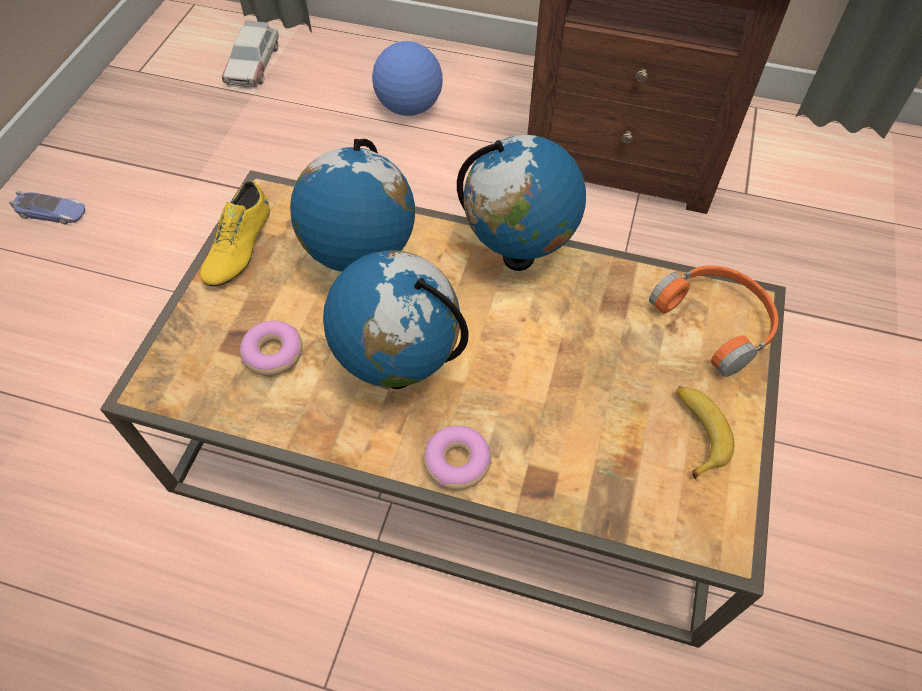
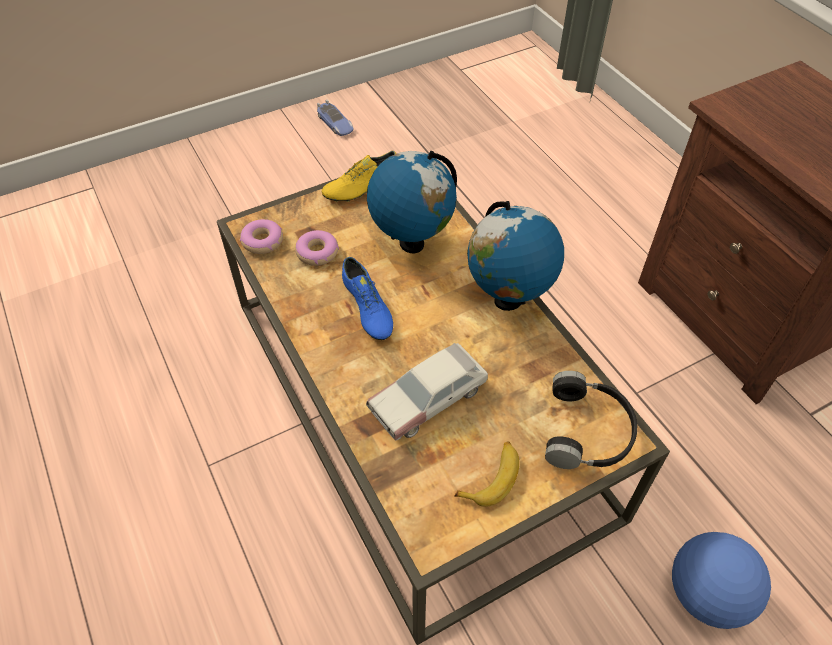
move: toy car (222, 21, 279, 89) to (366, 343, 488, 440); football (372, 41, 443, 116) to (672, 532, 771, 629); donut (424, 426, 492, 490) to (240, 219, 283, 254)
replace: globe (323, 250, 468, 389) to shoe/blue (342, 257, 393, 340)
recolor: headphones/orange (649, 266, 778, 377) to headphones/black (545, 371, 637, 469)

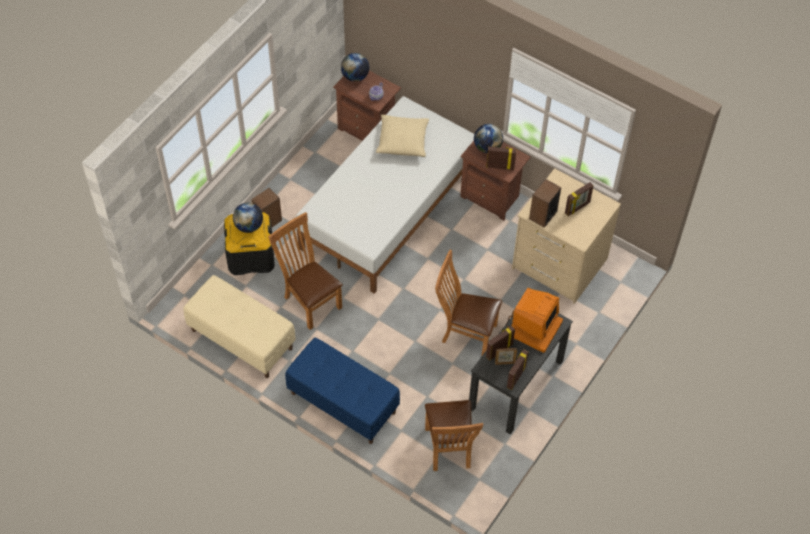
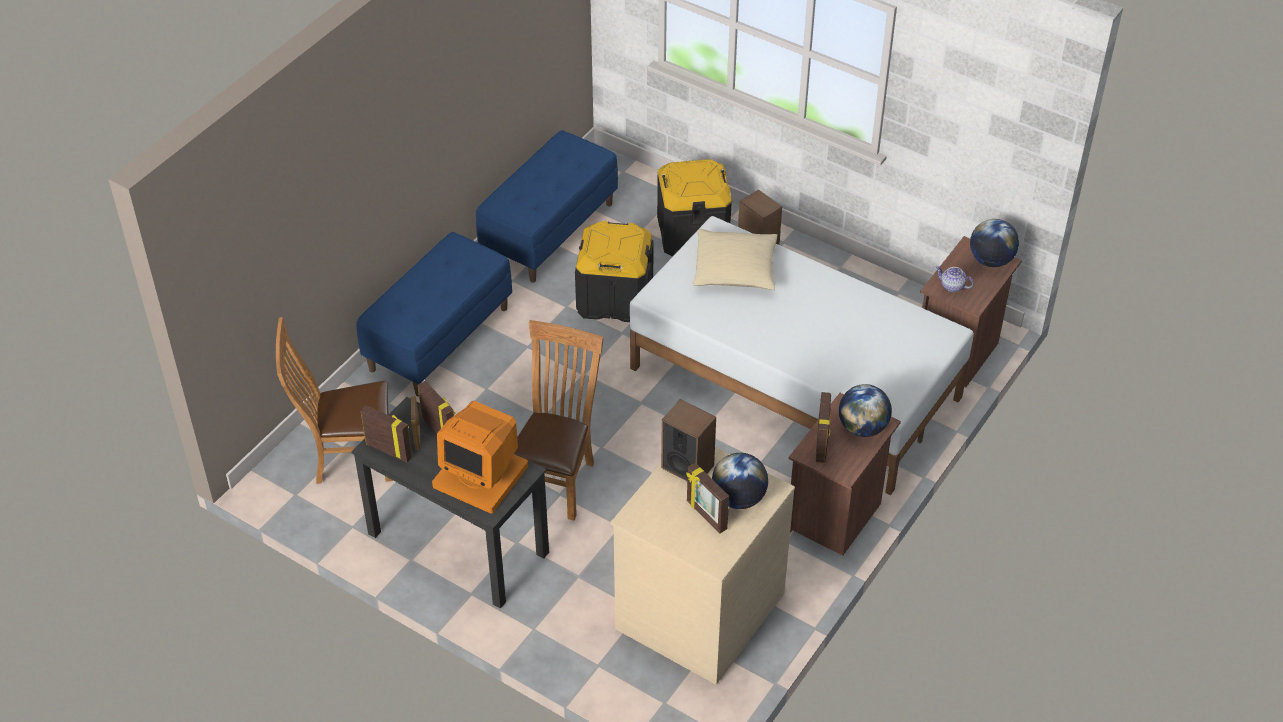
move: globe (233, 203, 263, 233) to (712, 453, 768, 509); pillow/beige (376, 115, 429, 157) to (693, 229, 777, 290)
replace: chair/brown (268, 212, 343, 330) to storage box/black (575, 221, 654, 322)
recolor: bench/beige (183, 275, 296, 378) to bench/blue (476, 130, 618, 283)

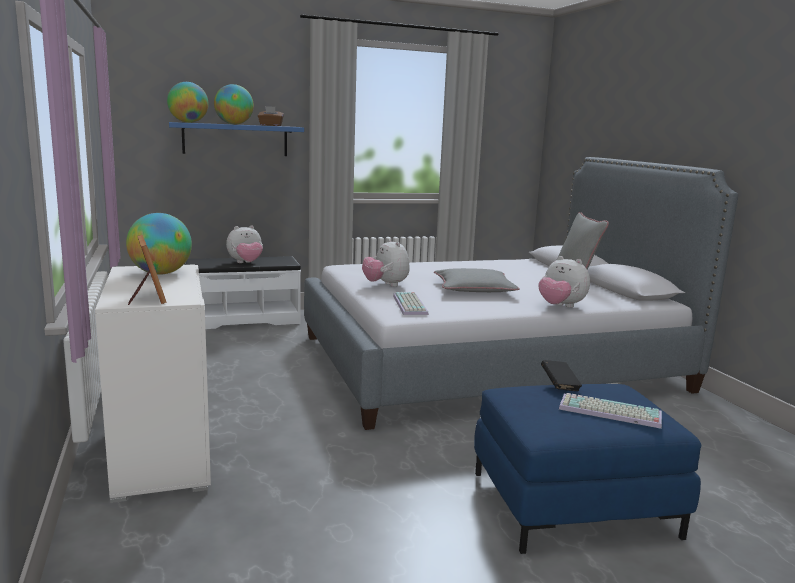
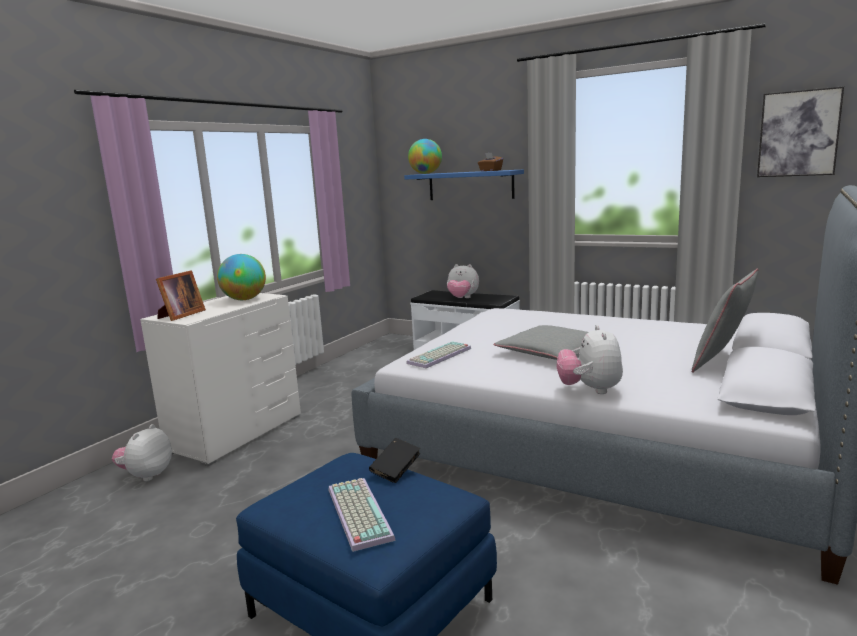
delete: globe (214, 84, 254, 124)
insert: picture (757, 86, 844, 177)
move: plush toy (362, 239, 410, 287) to (112, 424, 172, 481)

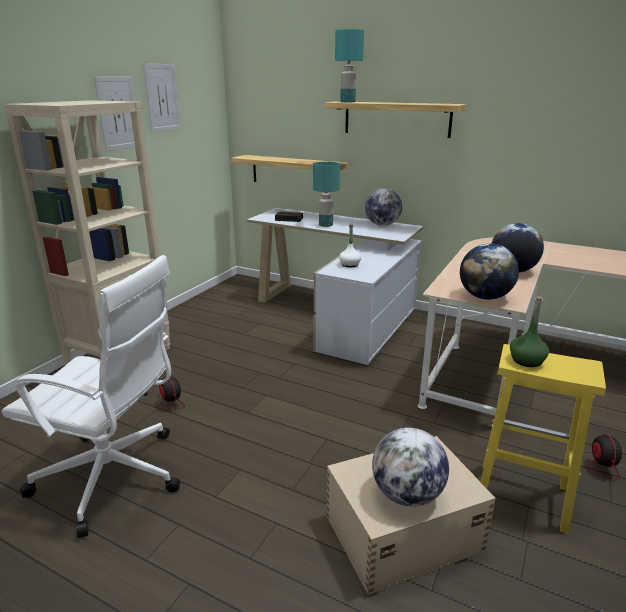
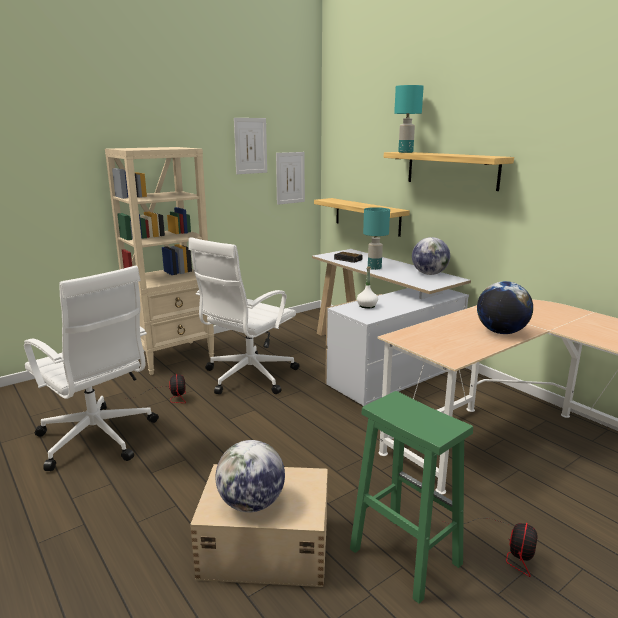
delete: globe (460, 243, 519, 300); bottle/green (510, 296, 549, 367)
insert: office chair/white (188, 237, 299, 394)
move: picture (94, 76, 135, 152) to (276, 152, 305, 205)
recolor: stool/yellow (481, 344, 606, 534) to stool/green (350, 391, 473, 604)

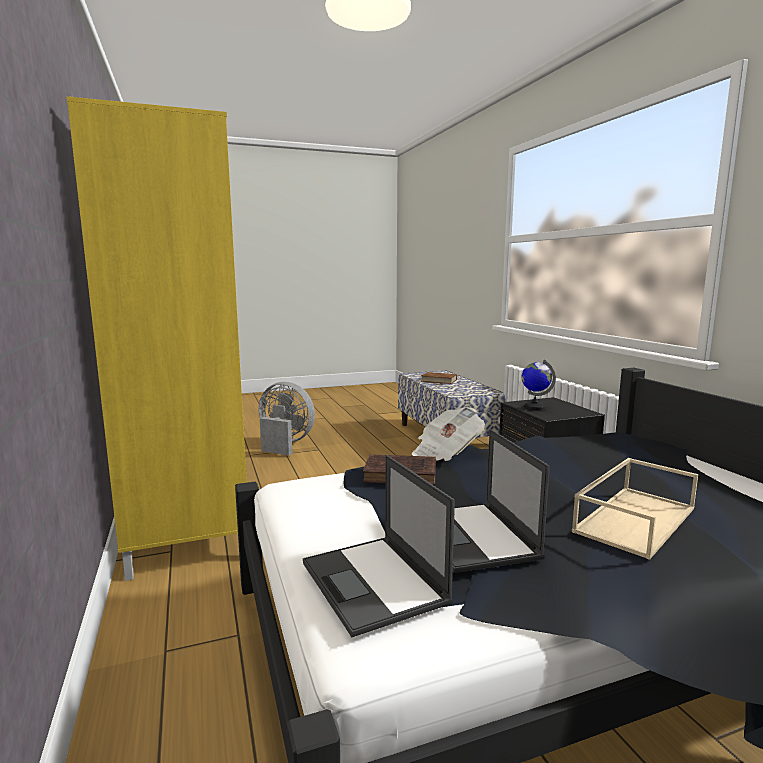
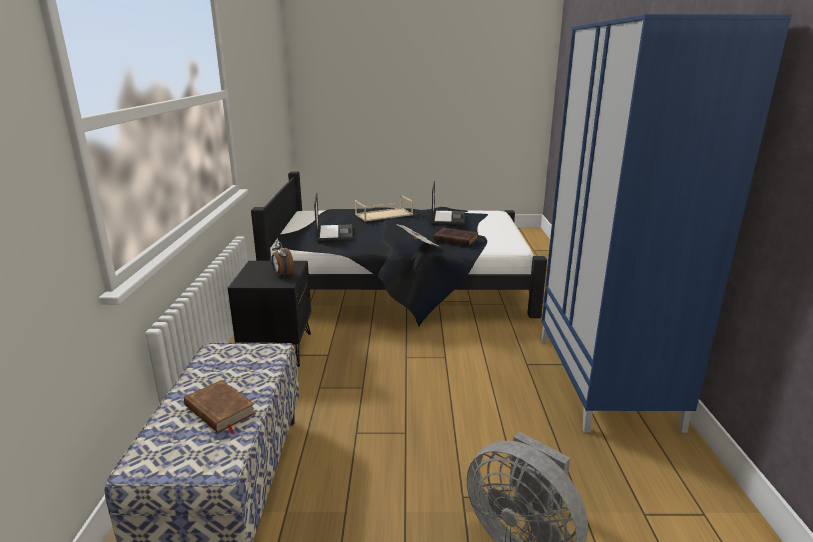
move: laptop (303, 455, 455, 637) to (314, 193, 353, 241)
replace: globe (521, 359, 556, 411) to alarm clock (271, 240, 294, 277)
recolor: wardrobe/yellow (67, 96, 247, 581) to wardrobe/blue (541, 14, 792, 433)

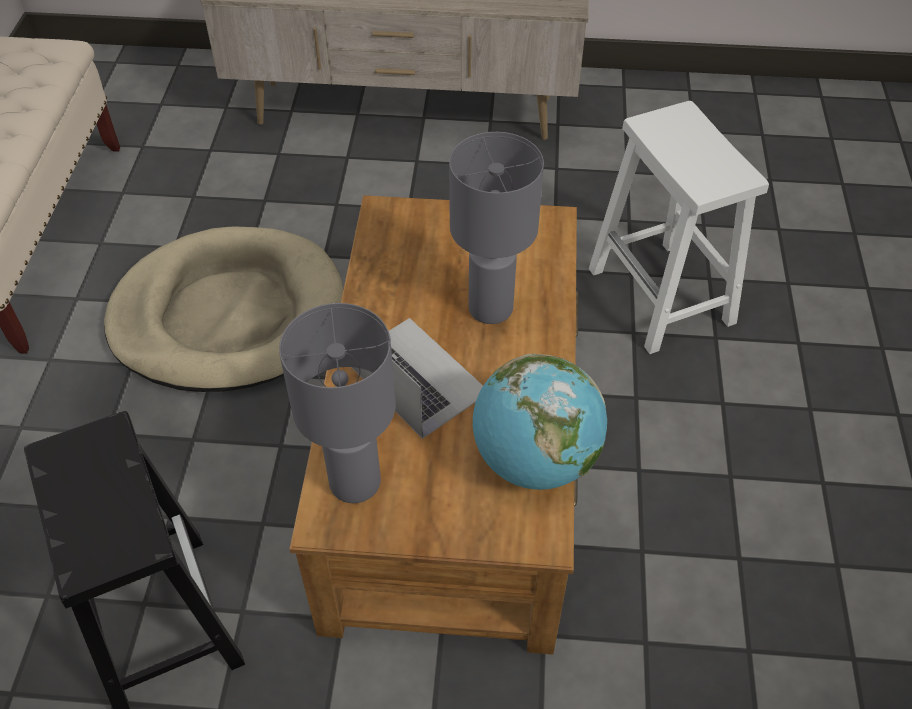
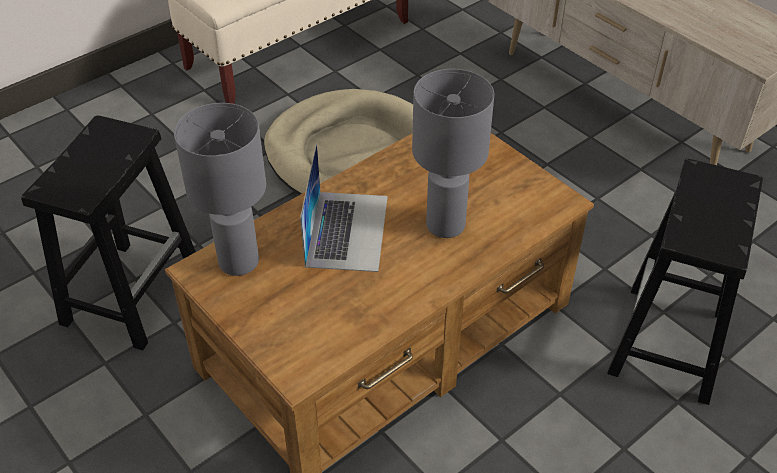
delete: globe (473, 353, 607, 490)
recolor: stool/white (589, 101, 769, 354) to stool/black (607, 159, 763, 405)

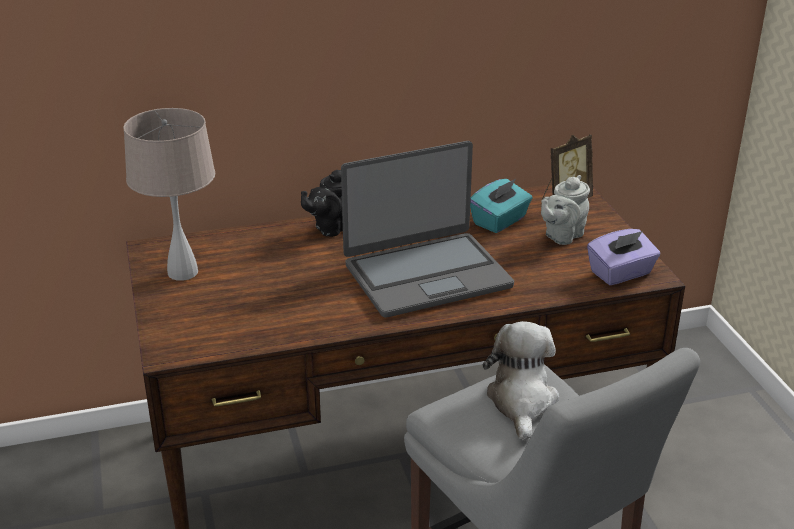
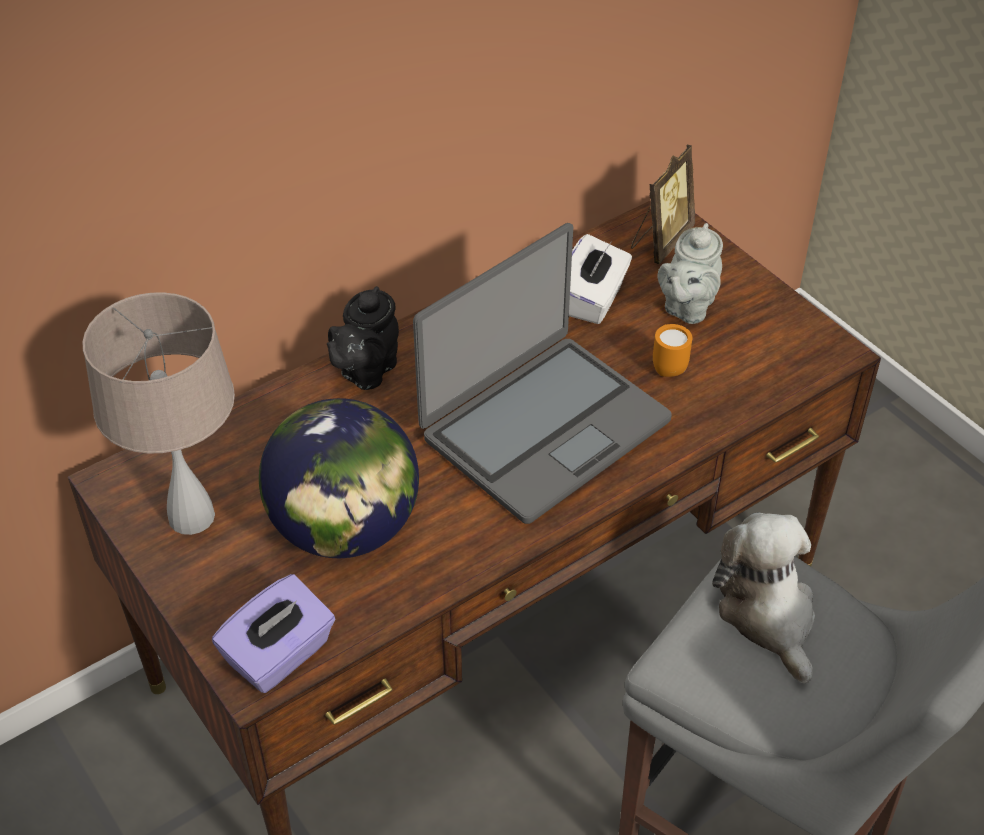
insert: globe (259, 398, 419, 558); mug/orange (653, 324, 692, 377)
move: tissue box/purple (587, 229, 660, 285) to (212, 574, 335, 693)
recolor: tissue box/turquoise (470, 179, 532, 233) to tissue box/white (569, 234, 632, 324)

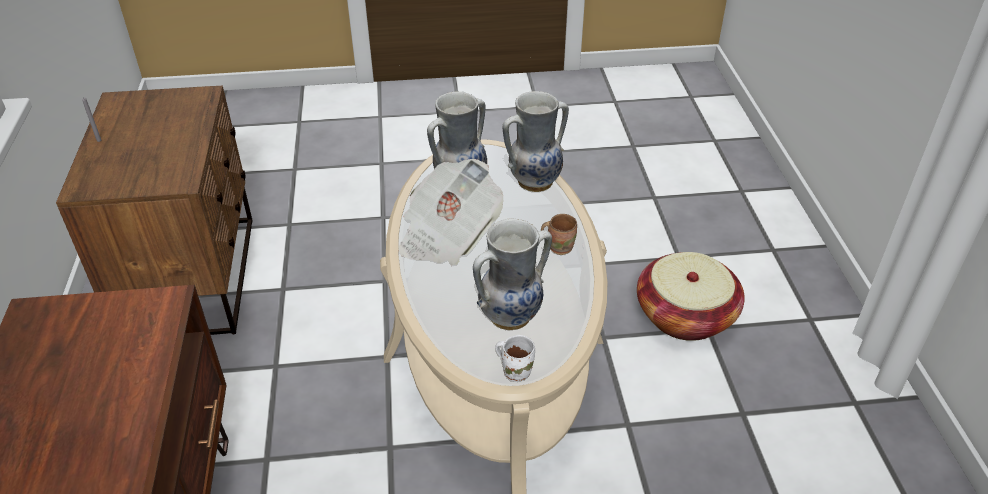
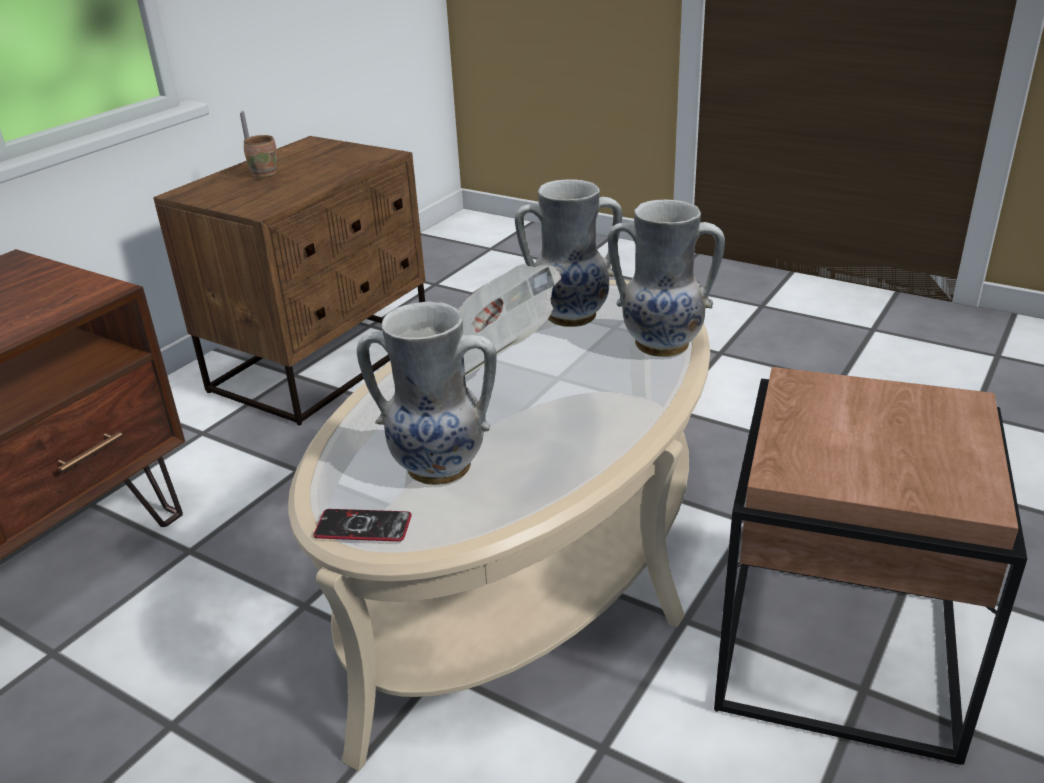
move: mug/brown (541, 214, 577, 255) to (244, 135, 277, 177)
replace: mug/white (495, 335, 535, 382) to phone (313, 509, 412, 541); basket (637, 252, 745, 341) to side table/brown (714, 367, 1027, 765)

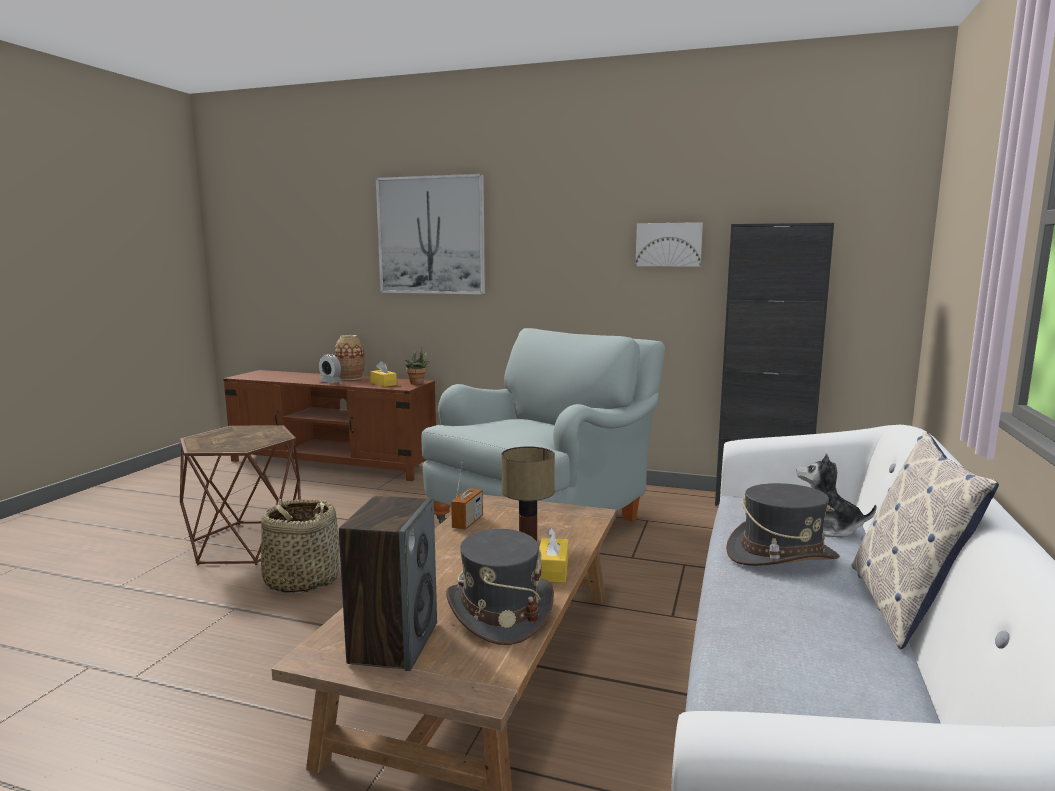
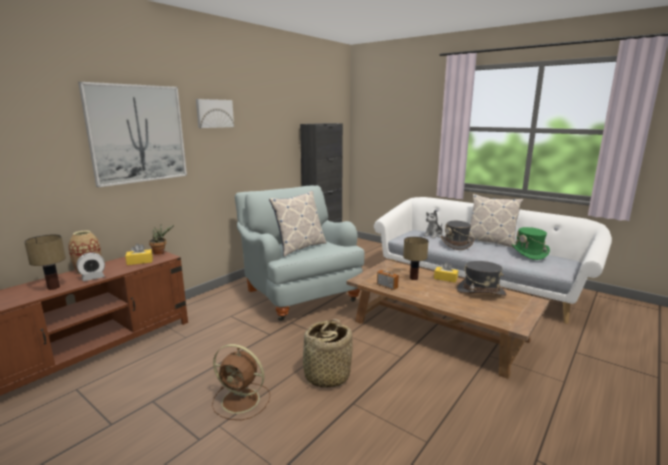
delete: speaker (339, 496, 437, 671)
insert: table lamp (24, 234, 66, 290); pillow (269, 191, 326, 257); hat/green (511, 227, 550, 260)
move: picture (636, 222, 703, 267) to (196, 99, 234, 128)
replace: side table/brown (180, 425, 301, 565) to fan/brown (212, 344, 270, 420)

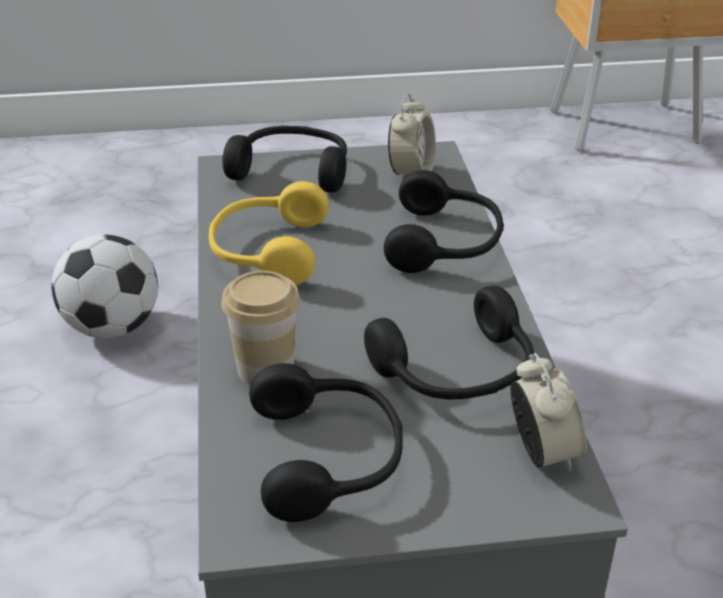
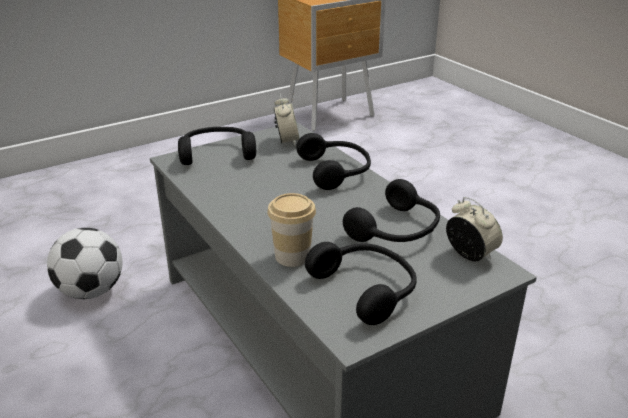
delete: headphones/yellow (209, 181, 329, 285)

